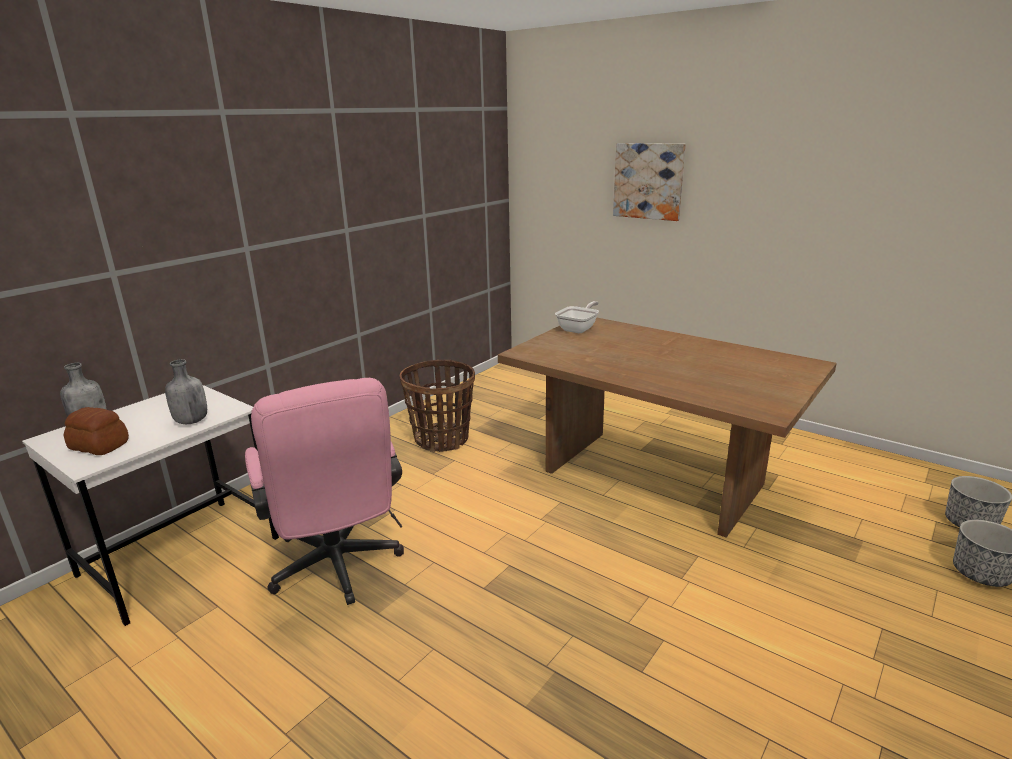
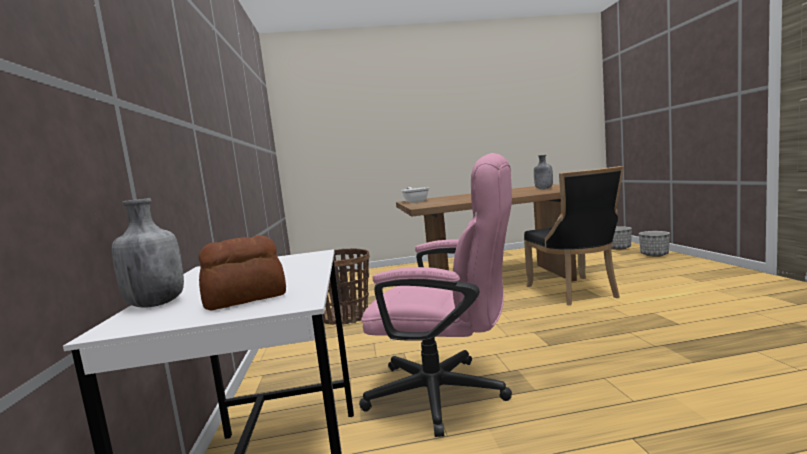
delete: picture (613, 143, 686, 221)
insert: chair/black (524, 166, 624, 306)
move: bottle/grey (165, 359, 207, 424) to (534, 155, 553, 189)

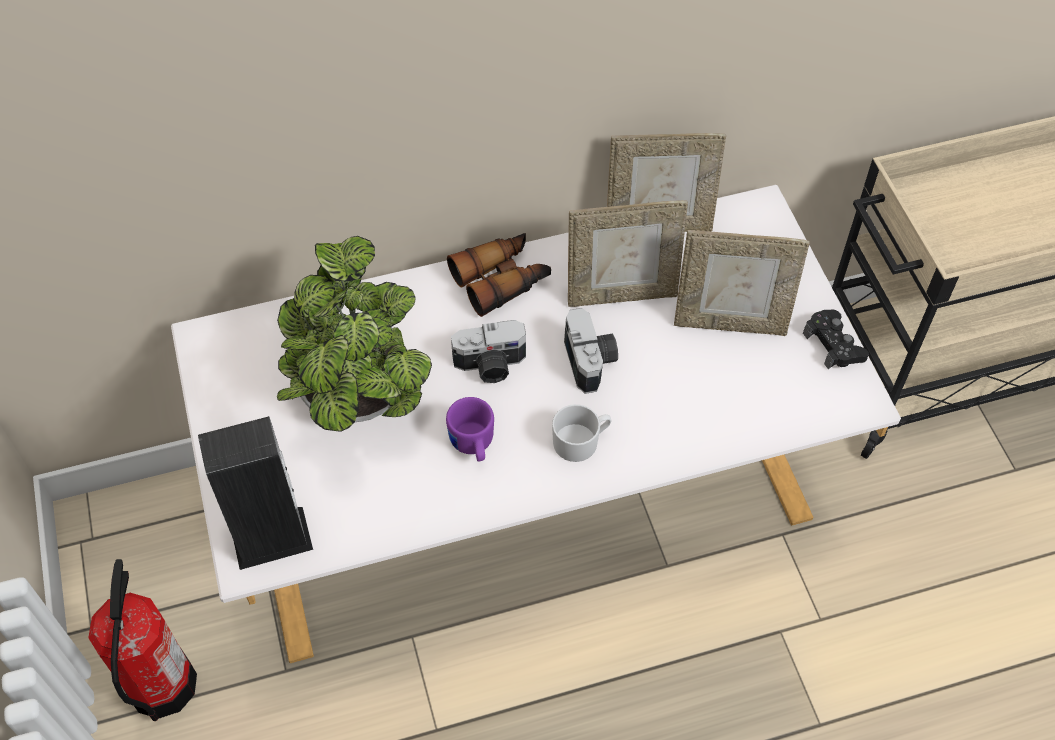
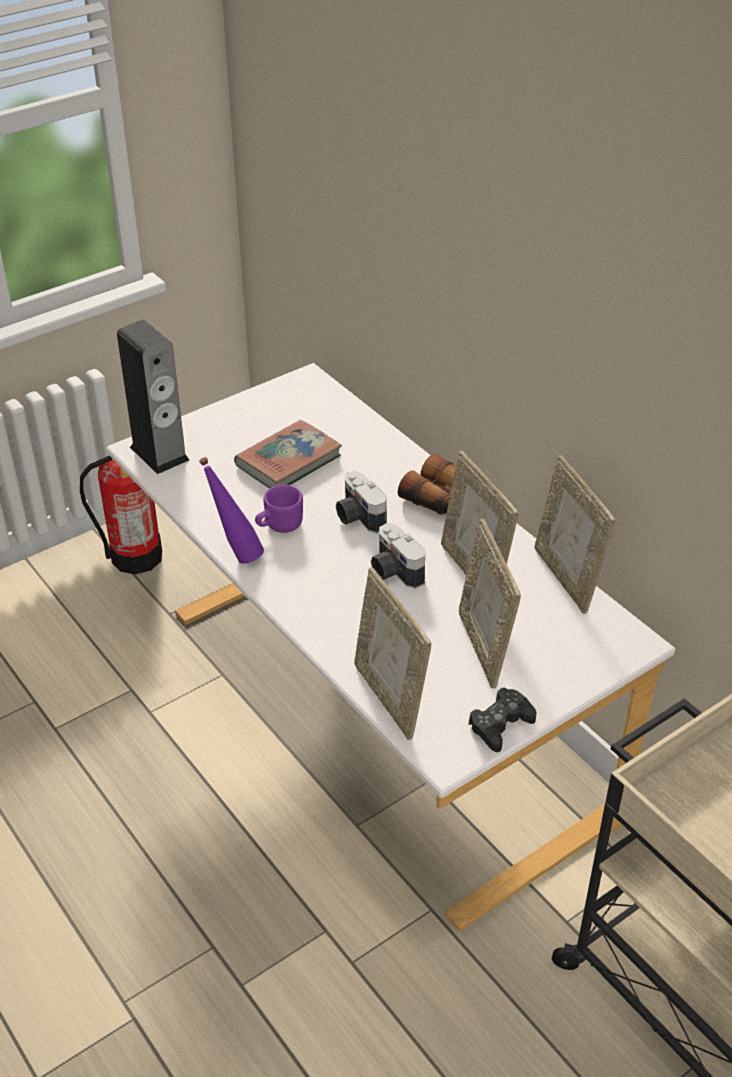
delete: mug/white (552, 404, 611, 462)
insert: bottle/purple (199, 457, 264, 564); picture frame (354, 567, 431, 740)
replace: potted plant (277, 236, 432, 432) to book (234, 420, 342, 489)
rotate: photo camera (564, 308, 618, 394) = (371, 523, 425, 589) 90 degrees clockwise

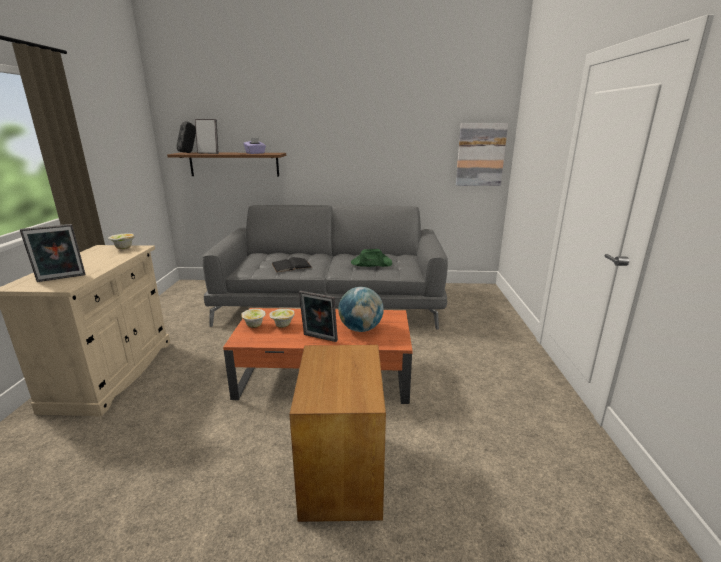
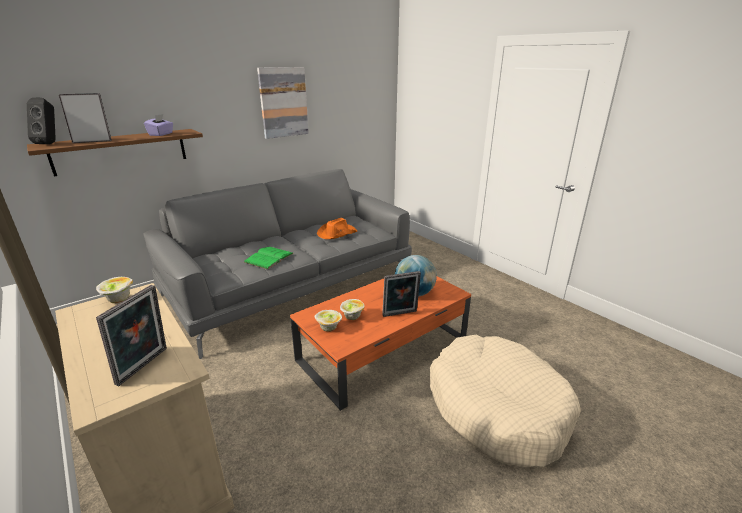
move: picture (456, 123, 508, 186) to (257, 67, 309, 139)
replace: side table/brown (289, 345, 386, 522) to dog bed/beige (429, 335, 581, 468)
recolor: book/black (272, 257, 312, 272) to book/green (244, 247, 294, 270); hat/green (351, 249, 392, 267) to hat/orange (317, 218, 357, 239)

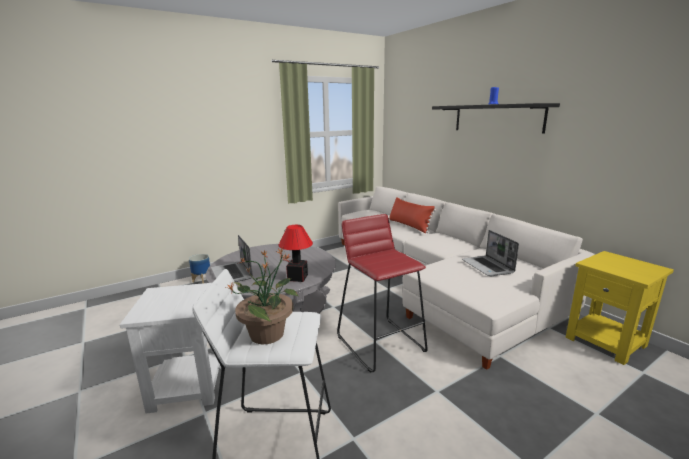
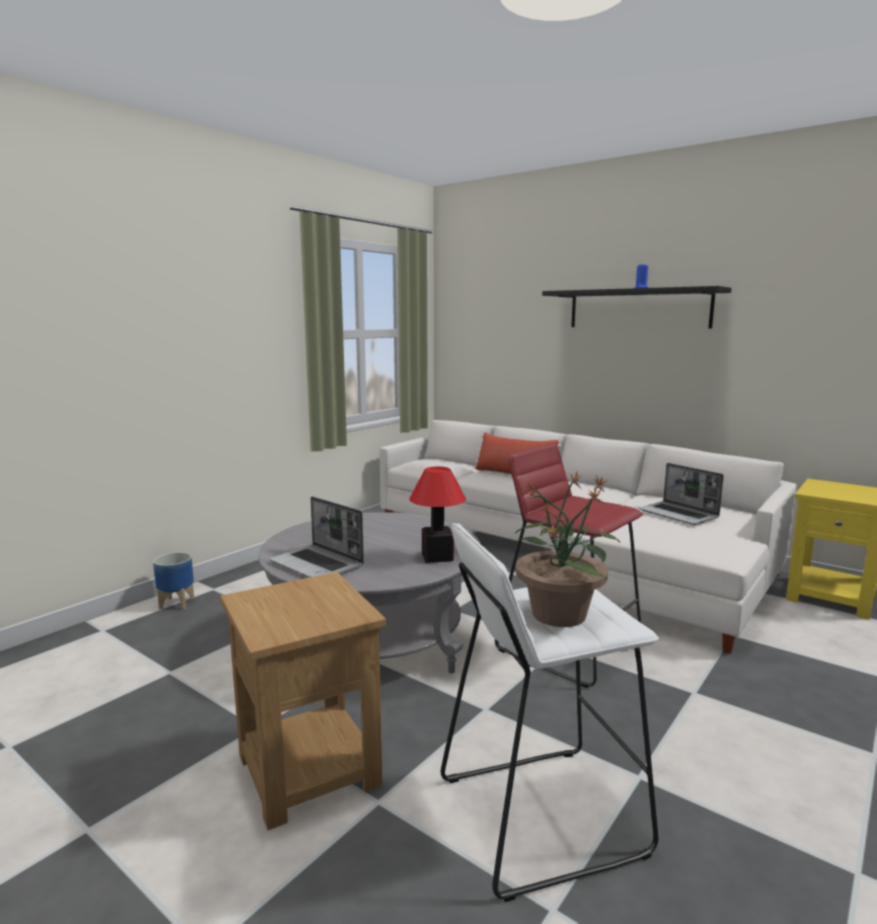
recolor: side table/white (120, 283, 221, 414) to side table/brown (220, 572, 386, 830)

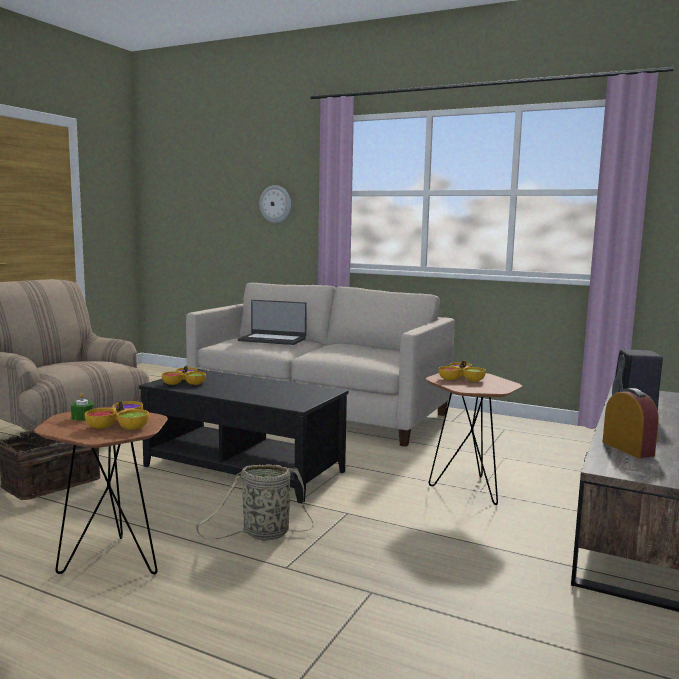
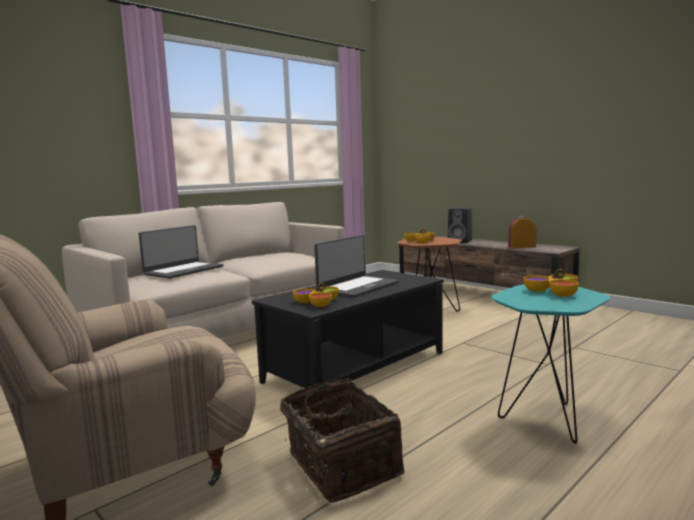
delete: candle/green (71, 393, 94, 421); basket (195, 464, 313, 540); wall clock (259, 185, 291, 223)
insert: laptop (314, 235, 399, 298)
recolor: side table/brown (34, 407, 168, 574) to side table/turquoise (491, 284, 611, 444)

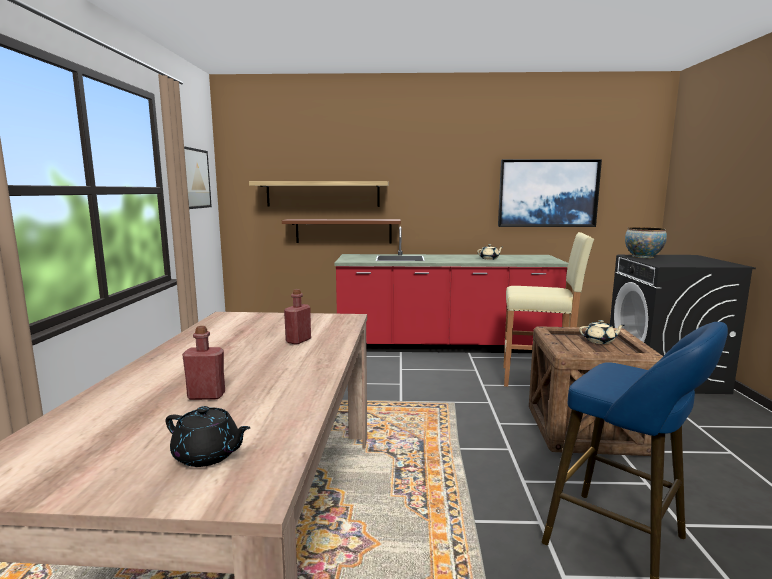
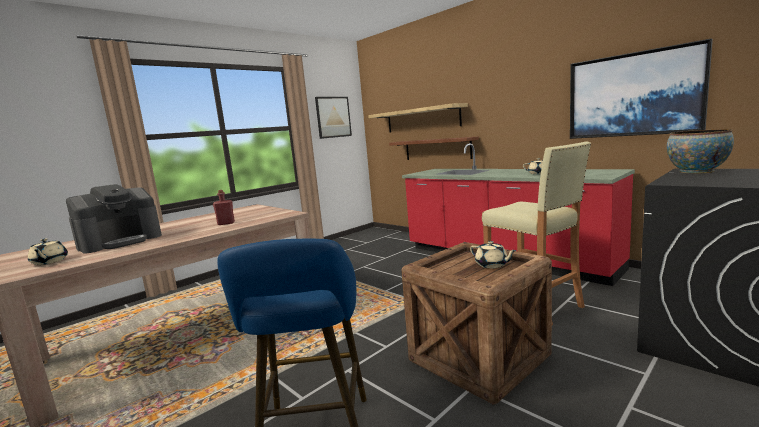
replace: bottle/red (182, 326, 225, 400) to coffee machine (66, 184, 162, 254)
recolor: teapot/black (165, 406, 251, 467) to teapot/beige (28, 238, 68, 265)

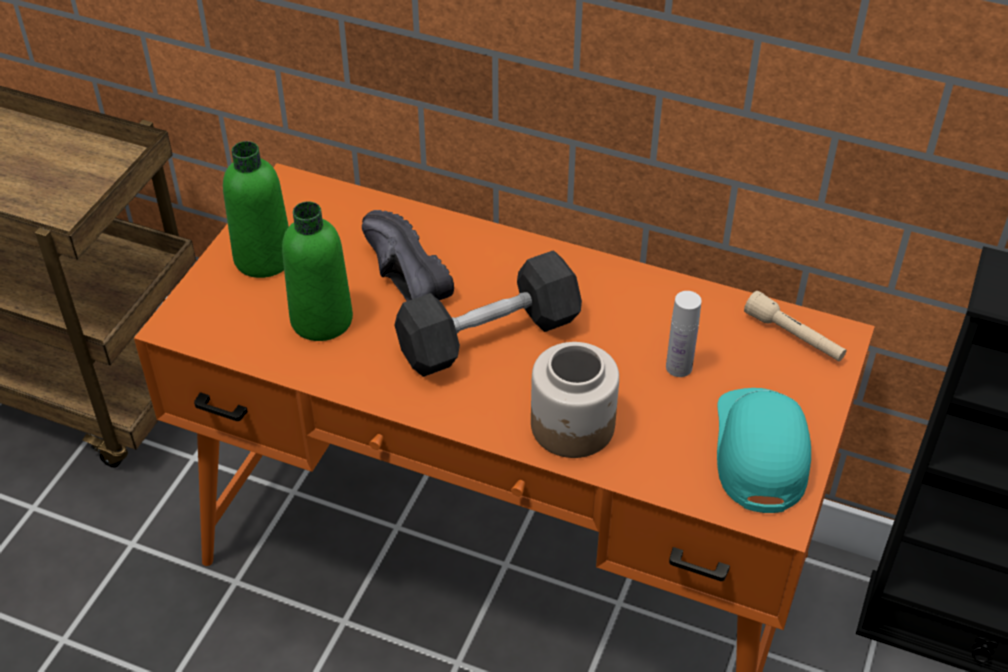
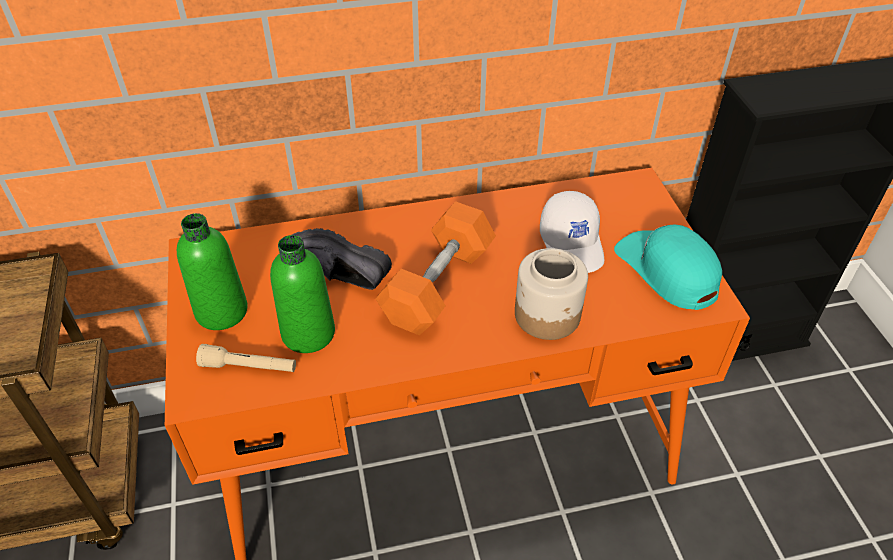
move: flashlight/beige (744, 291, 847, 362) to (196, 344, 296, 372)
replace: bottle/white (666, 291, 702, 377) to cap/white (540, 191, 604, 273)
recolor: dumbbell/grey (394, 250, 582, 377) to dumbbell/orange (375, 201, 496, 335)

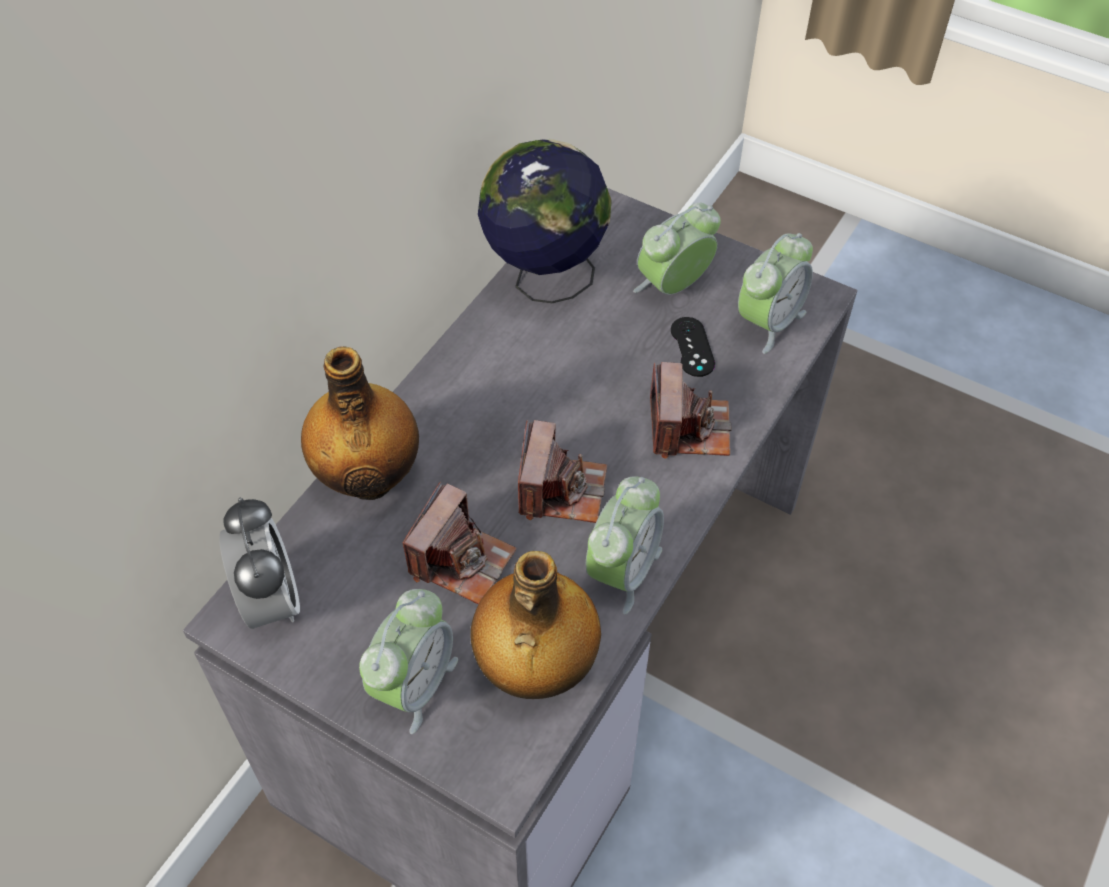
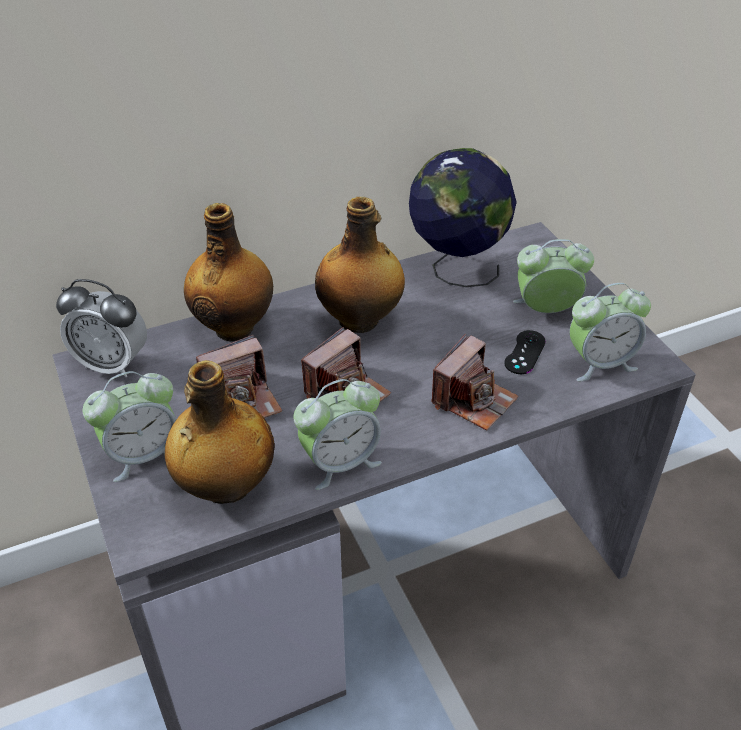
insert: bottle (315, 197, 405, 333)
rotate: alarm clock (219, 497, 300, 629) = (56, 279, 147, 377) 90 degrees clockwise

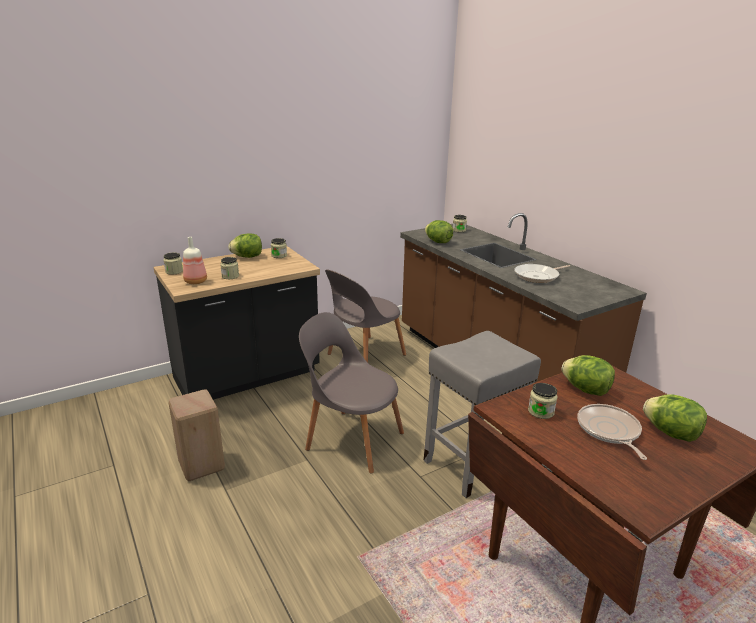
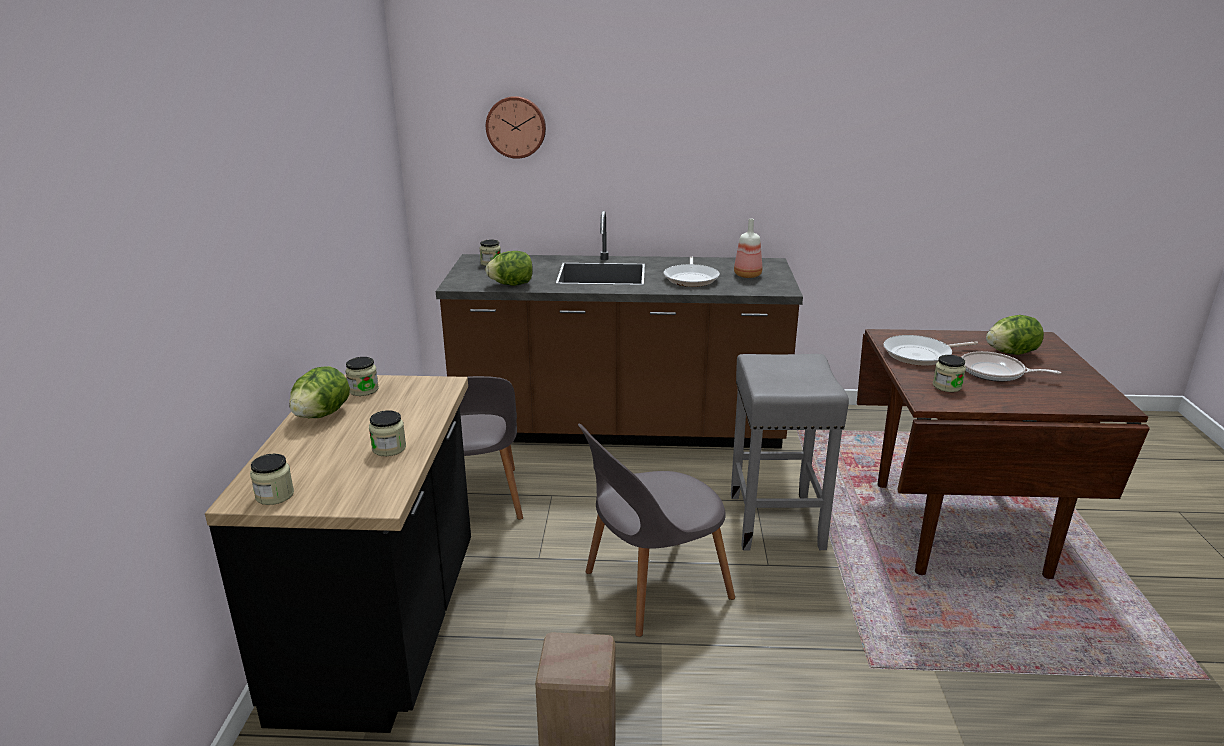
insert: wall clock (486, 96, 546, 159)
move: bottle (183, 237, 207, 284) to (734, 219, 762, 278)
replace: lettuce (561, 355, 615, 396) to frying pan (883, 335, 978, 366)

